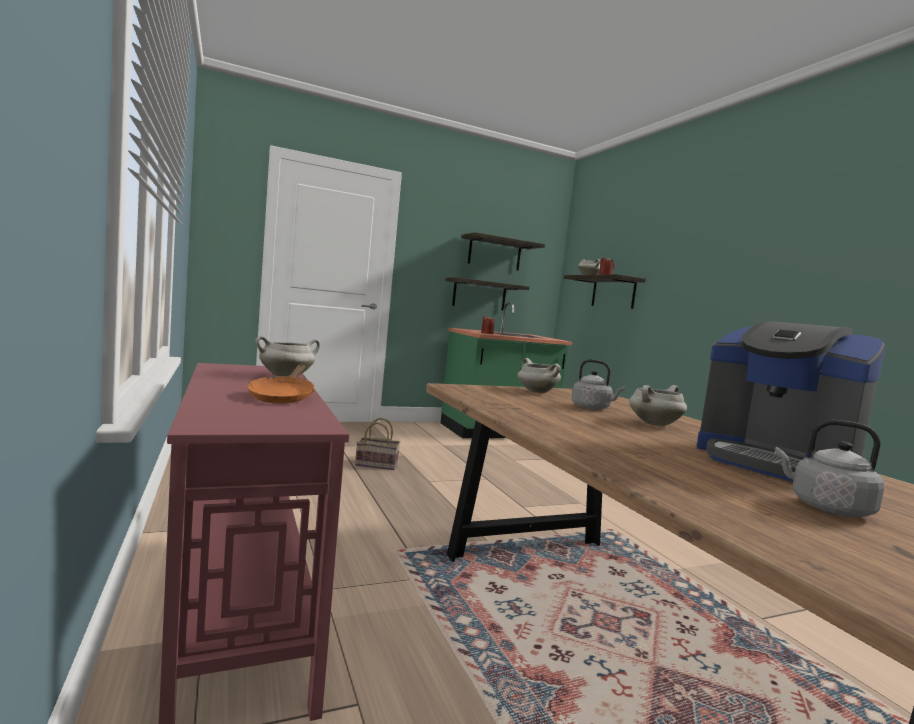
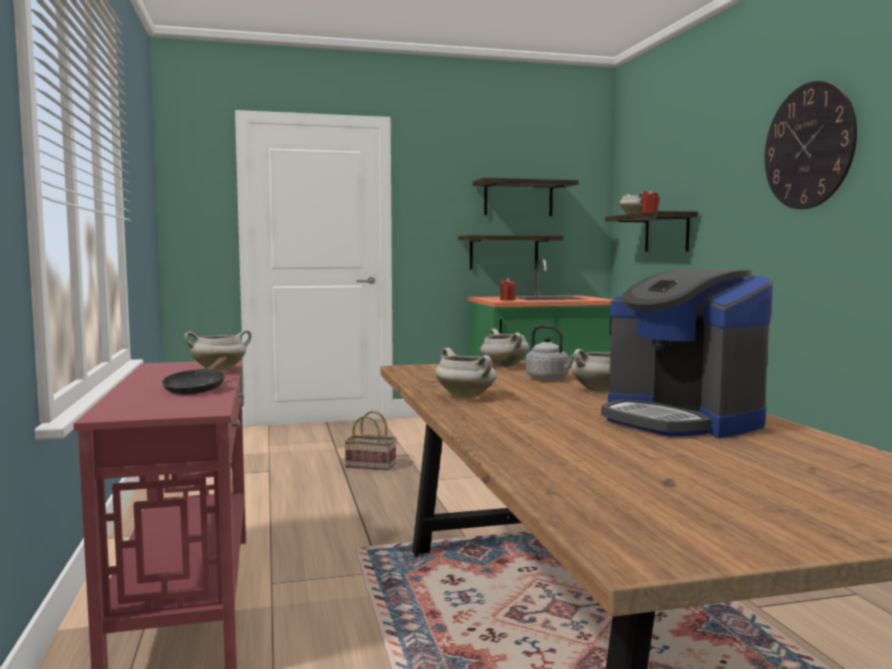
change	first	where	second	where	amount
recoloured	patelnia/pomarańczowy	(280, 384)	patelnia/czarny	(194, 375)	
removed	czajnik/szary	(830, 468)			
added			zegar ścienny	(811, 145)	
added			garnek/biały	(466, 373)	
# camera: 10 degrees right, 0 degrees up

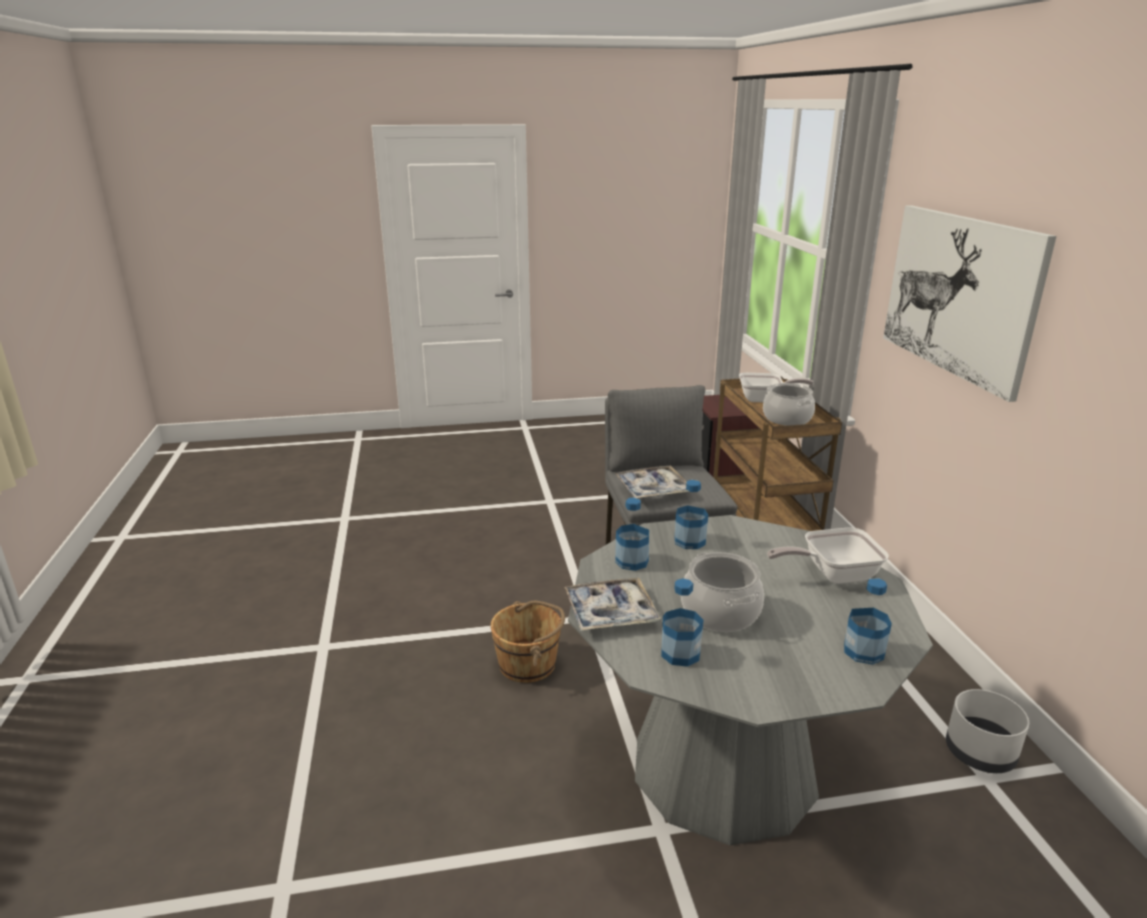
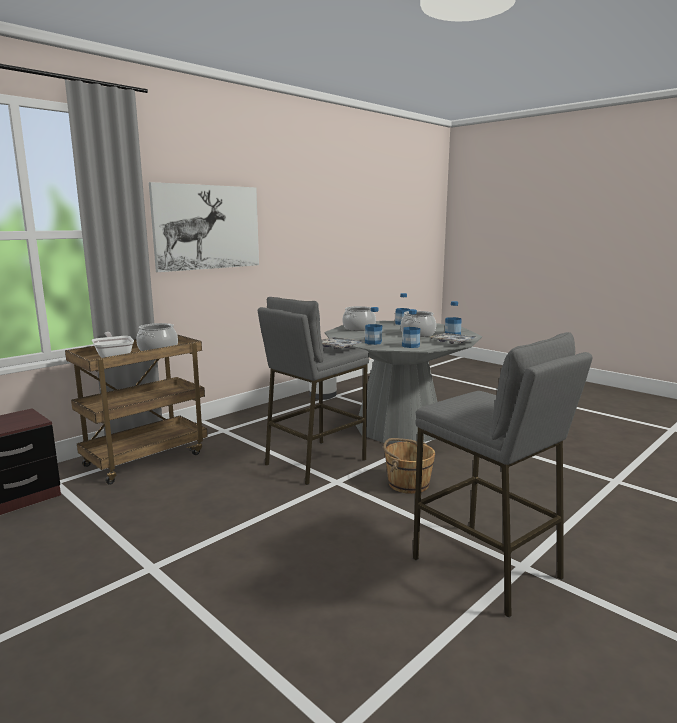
change	first	where	second	where	amount
replaced	patelnia	(828, 556)	garnek	(359, 318)	
added			stołek/szary	(503, 475)	
# camera: 125 degrees left, 10 degrees down

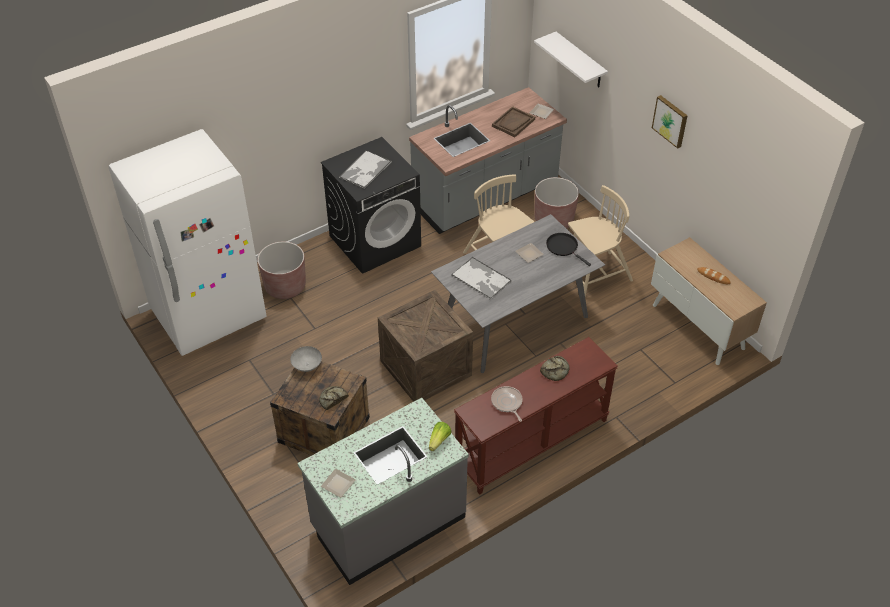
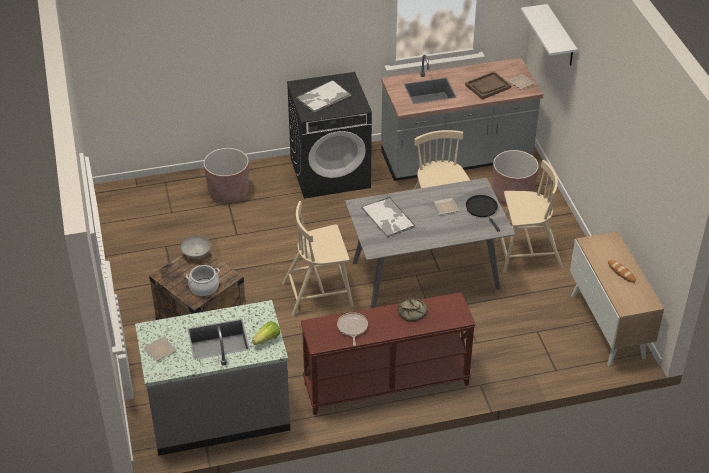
change	first	where	second	where	amount
removed	obraz	(670, 122)			
removed	lodówka/biały	(188, 242)			
replaced	skrzynka	(425, 346)	krzesło/beżowy	(317, 258)	
replaced	chleb	(334, 398)	garnek	(203, 280)	
# camera: 20 degrees right, 5 degrees down

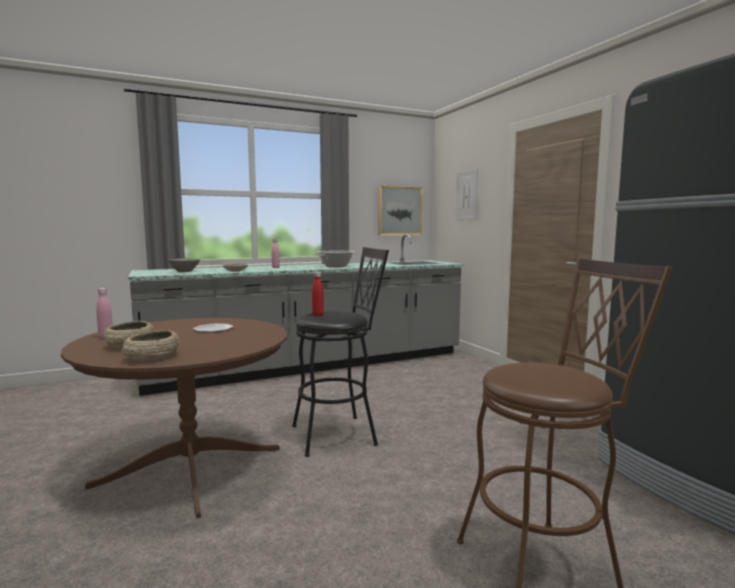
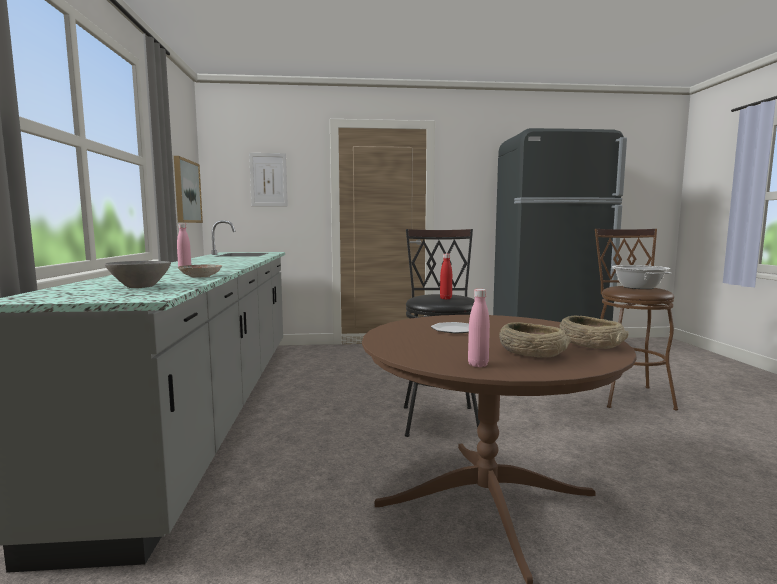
change	first	where	second	where	amount
moved	garnek	(336, 259)		(641, 277)	
# camera: 70 degrees left, 0 degrees up

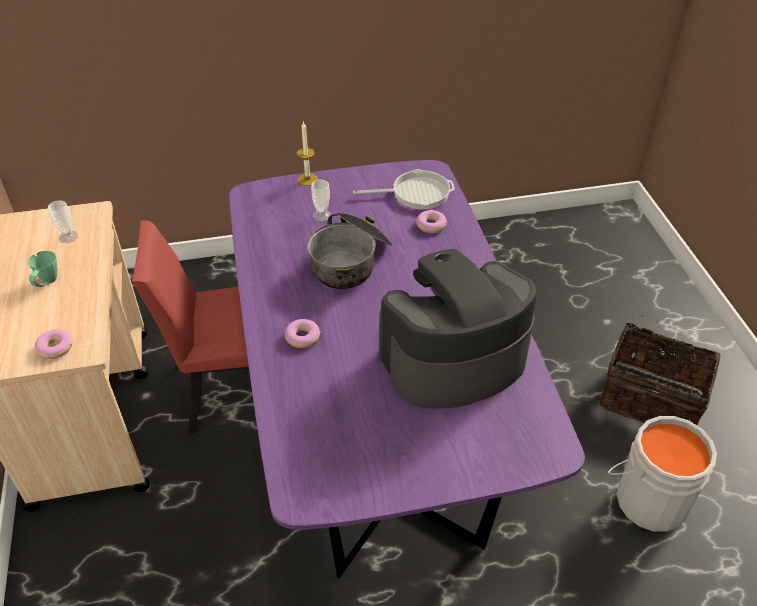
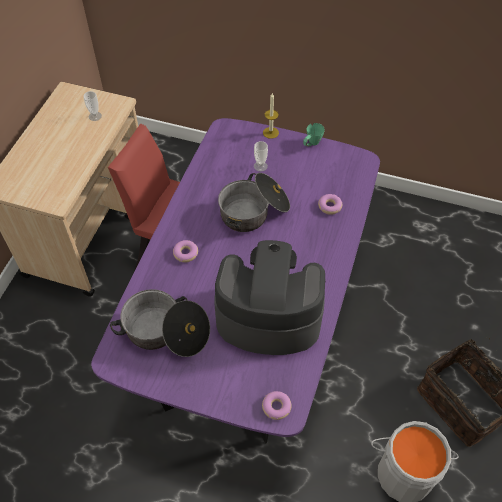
change	first	where	second	where	amount
removed	patelnia	(404, 189)			
moved	kubek/zielony	(42, 269)		(314, 135)	
moved	donut	(53, 344)		(276, 405)	
added			garnek	(160, 323)	
# camera: 30 degrees right, 10 degrees up

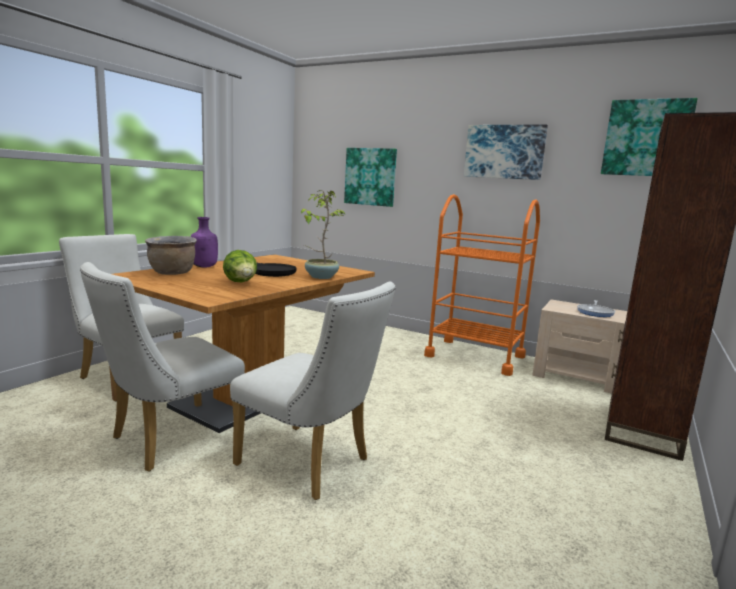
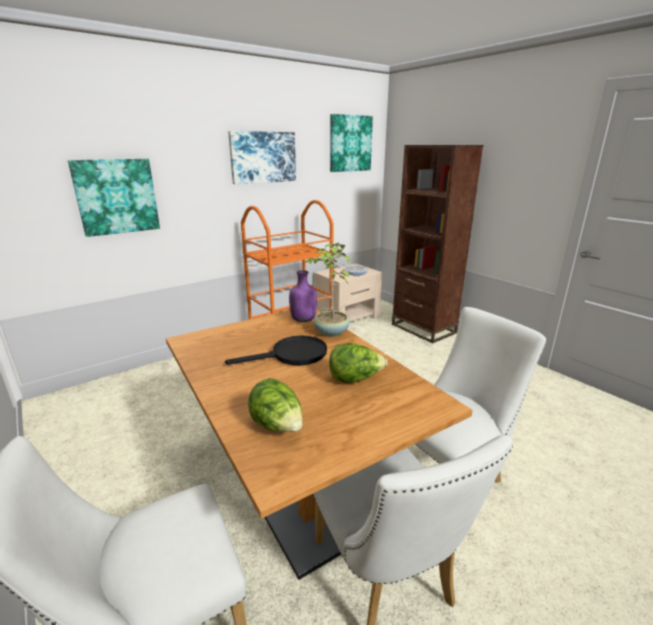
change	first	where	second	where	amount
moved	butelka/fioletowy	(204, 242)		(303, 296)	
replaced	garnek/brązowy	(171, 255)	sałata	(275, 405)	
# camera: 65 degrees left, 10 degrees up

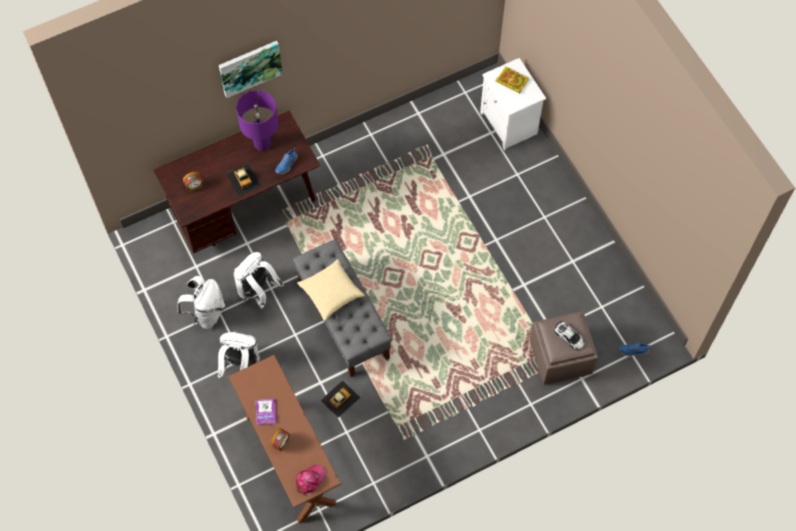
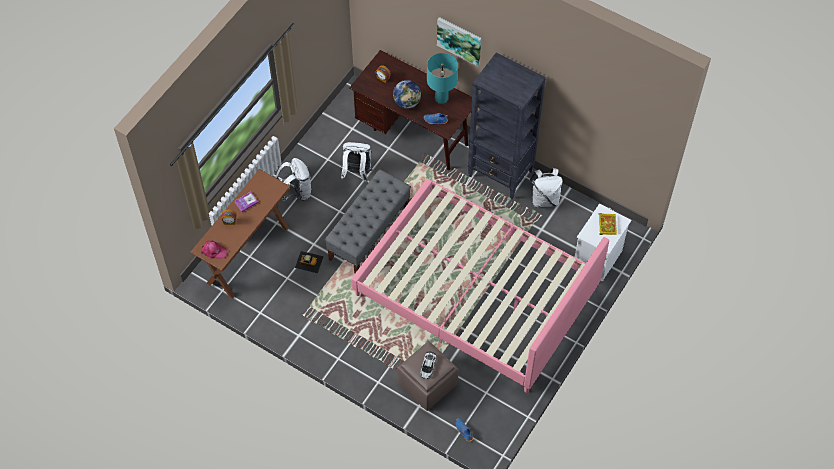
change	first	where	second	where	amount
recoloured	lampa stołowa/fioletowy	(257, 120)	lampa stołowa/turkusowy	(442, 78)	
replaced	samochodzik	(244, 180)	globus	(407, 94)	
removed	poduszka	(331, 290)			
moved	plecak/biały	(201, 302)		(546, 187)	
added			regał/czarny	(507, 126)	
added			łóżko/różowy	(480, 286)	
# camera: 60 degrees right, 5 degrees down

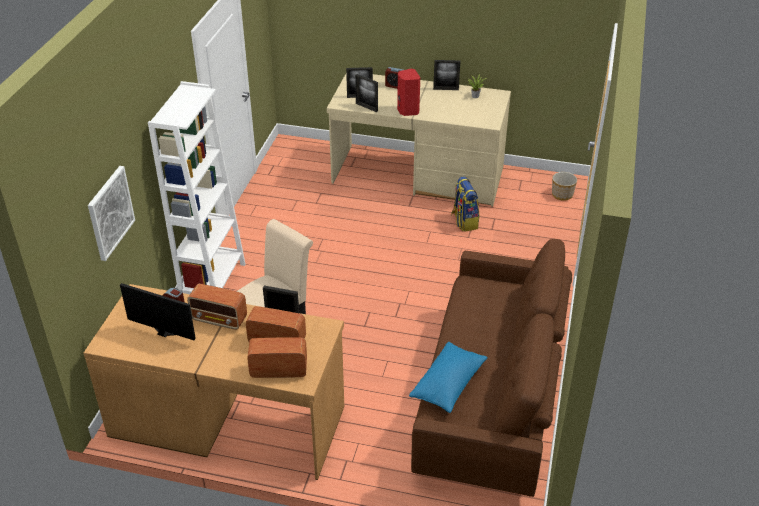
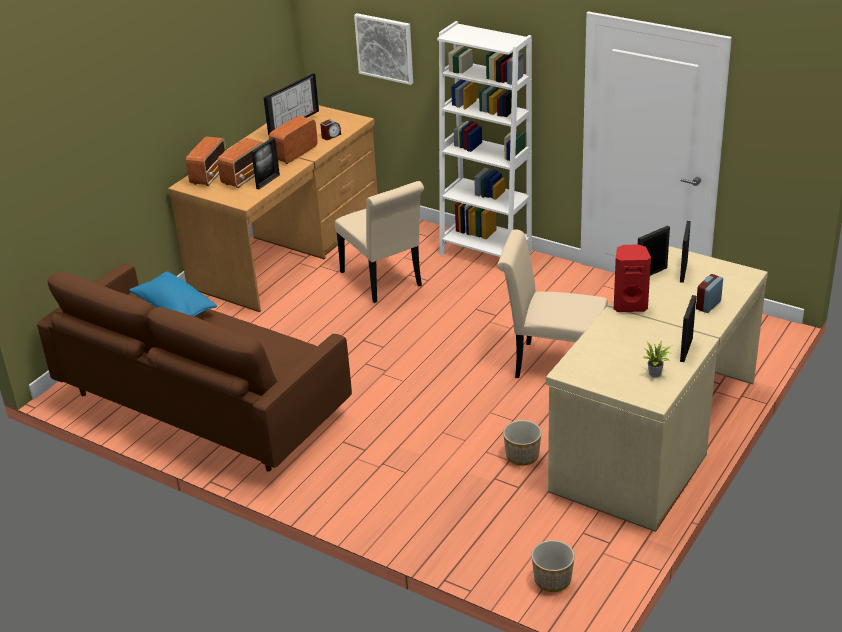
change	first	where	second	where	amount
replaced	plecak	(465, 204)	donica	(522, 443)	
added			krzesło/beżowy	(552, 303)	
# camera: 110 degrees right, 5 degrees down

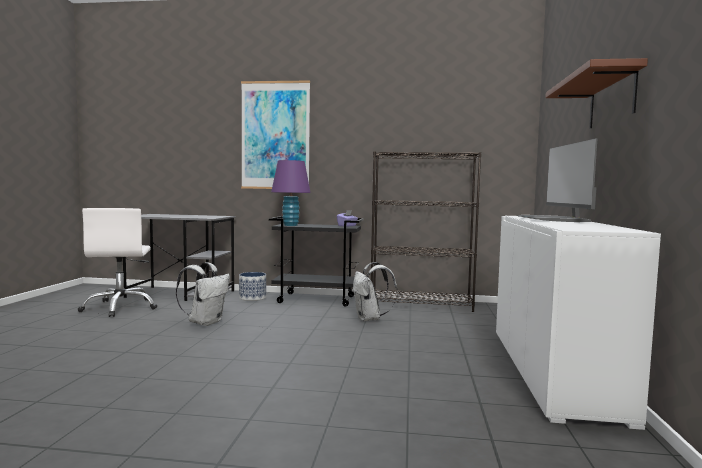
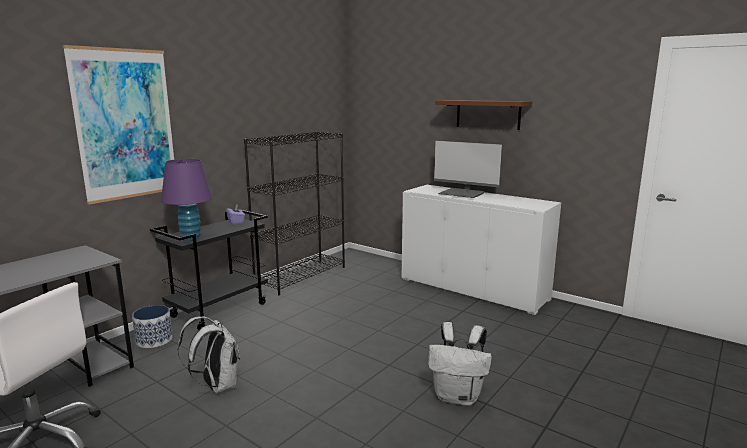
change	first	where	second	where	amount
moved	plecak/biały	(375, 291)		(460, 364)	
# camera: 60 degrees left, 10 degrees up

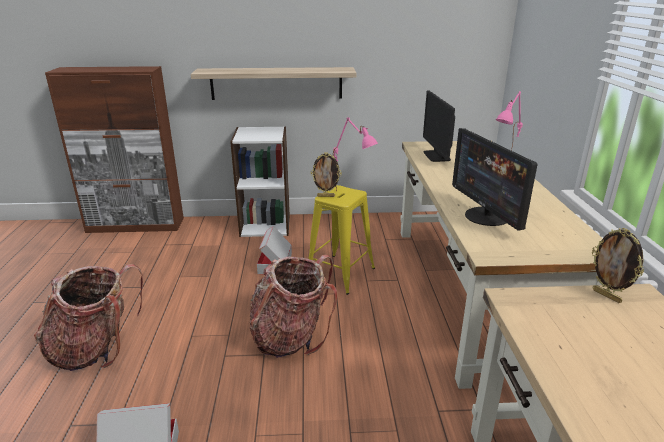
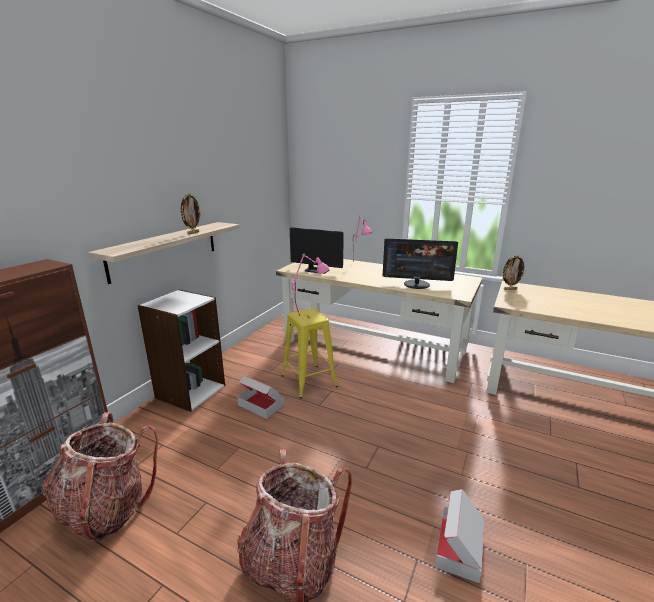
change	first	where	second	where	amount
moved	ramka na zdjęcie	(326, 175)		(191, 214)	
moved	plecak	(293, 306)		(100, 476)	
# camera: 60 degrees left, 5 degrees down

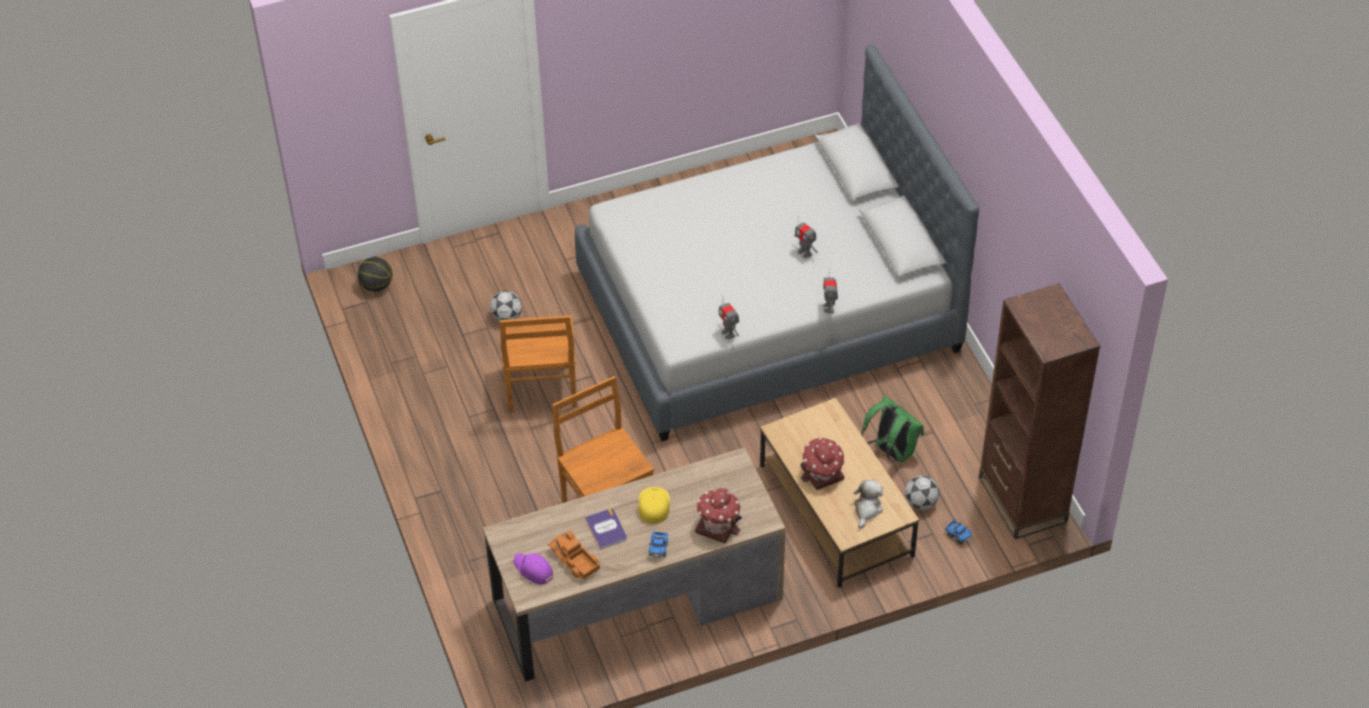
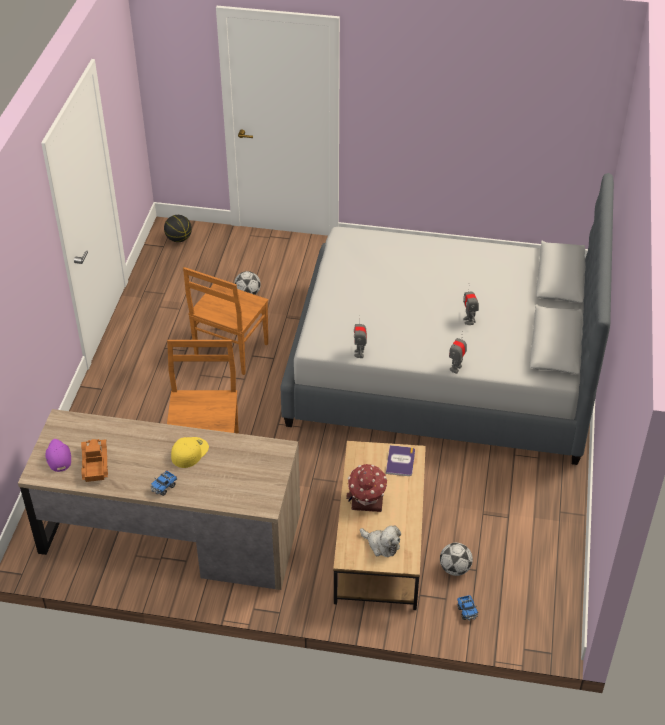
change	first	where	second	where	amount
removed	regał/brązowy	(1039, 411)			
removed	plecak/zielony	(892, 429)			
turned	pluszak	(868, 504)		(380, 541)	75 degrees clockwise
removed	domek	(718, 515)			
moved	książka	(606, 529)		(400, 460)	
# camera: 30 degrees right, 5 degrees down

